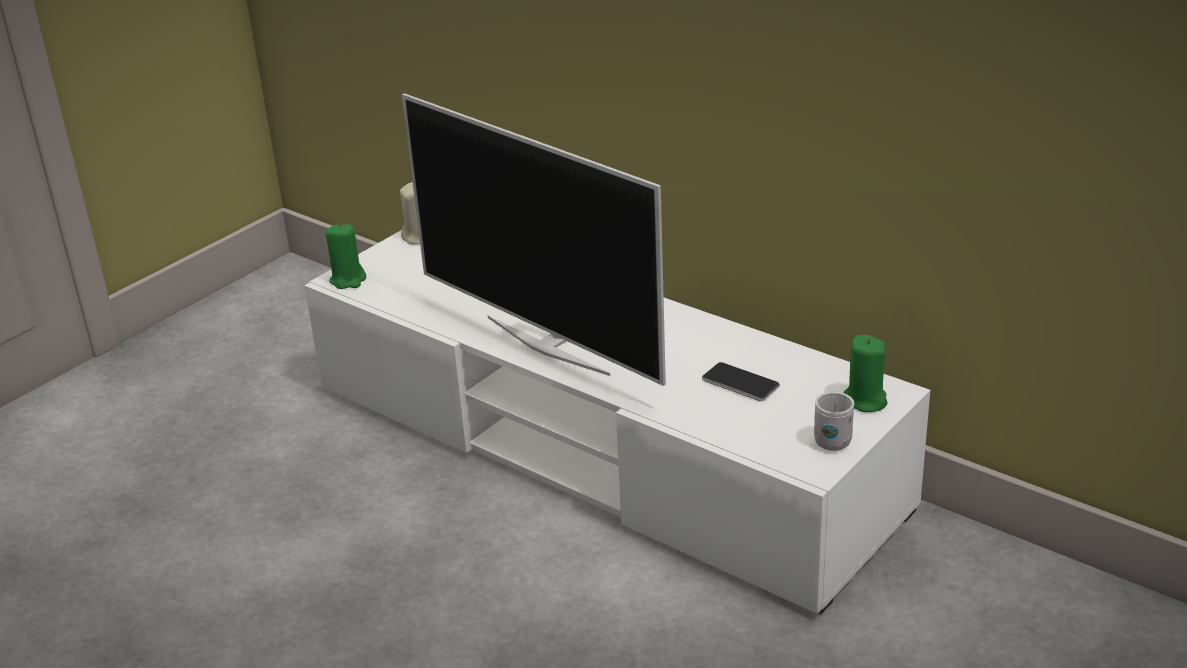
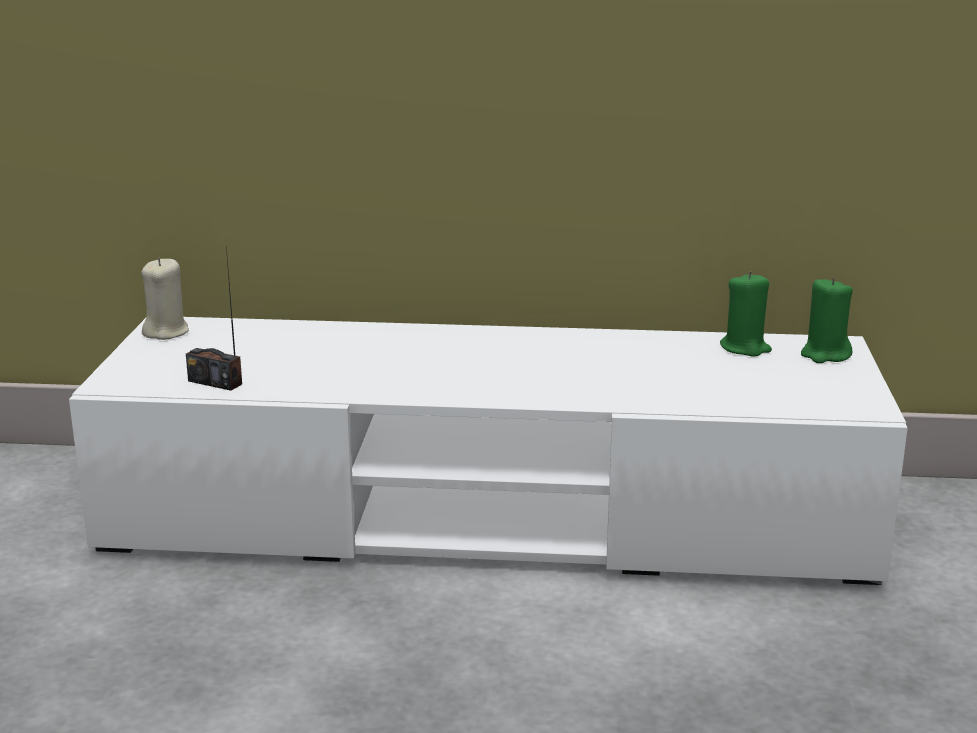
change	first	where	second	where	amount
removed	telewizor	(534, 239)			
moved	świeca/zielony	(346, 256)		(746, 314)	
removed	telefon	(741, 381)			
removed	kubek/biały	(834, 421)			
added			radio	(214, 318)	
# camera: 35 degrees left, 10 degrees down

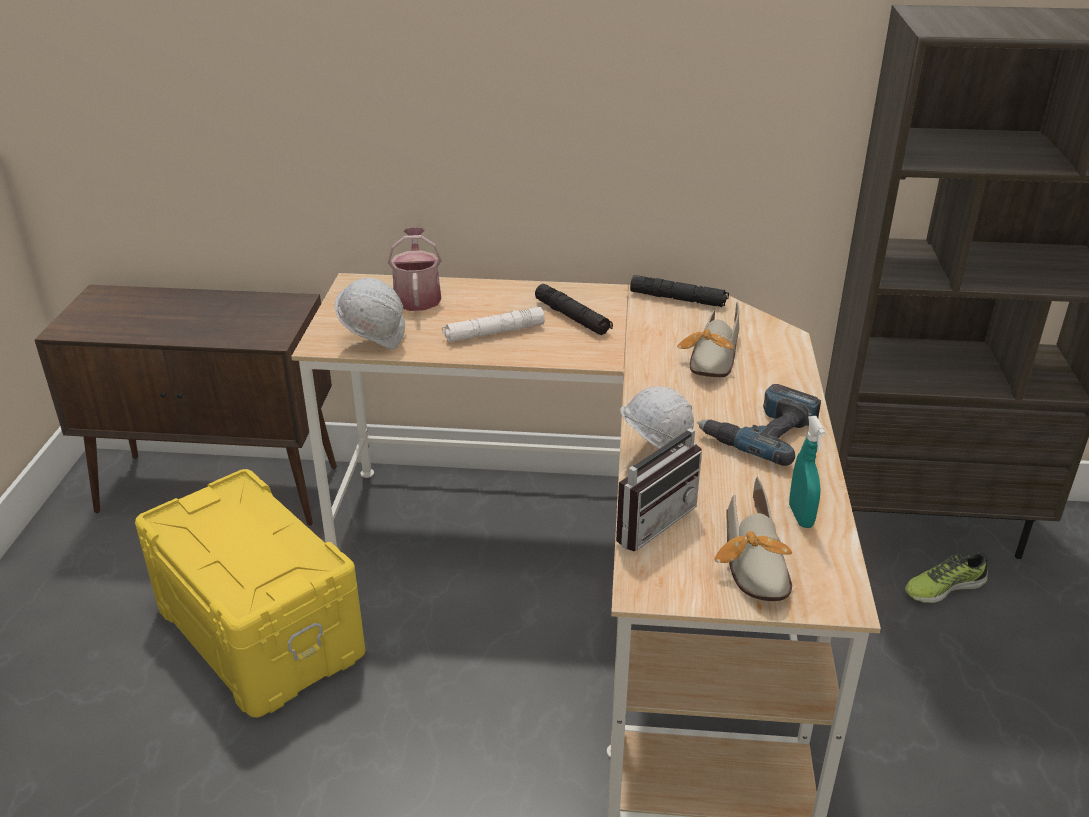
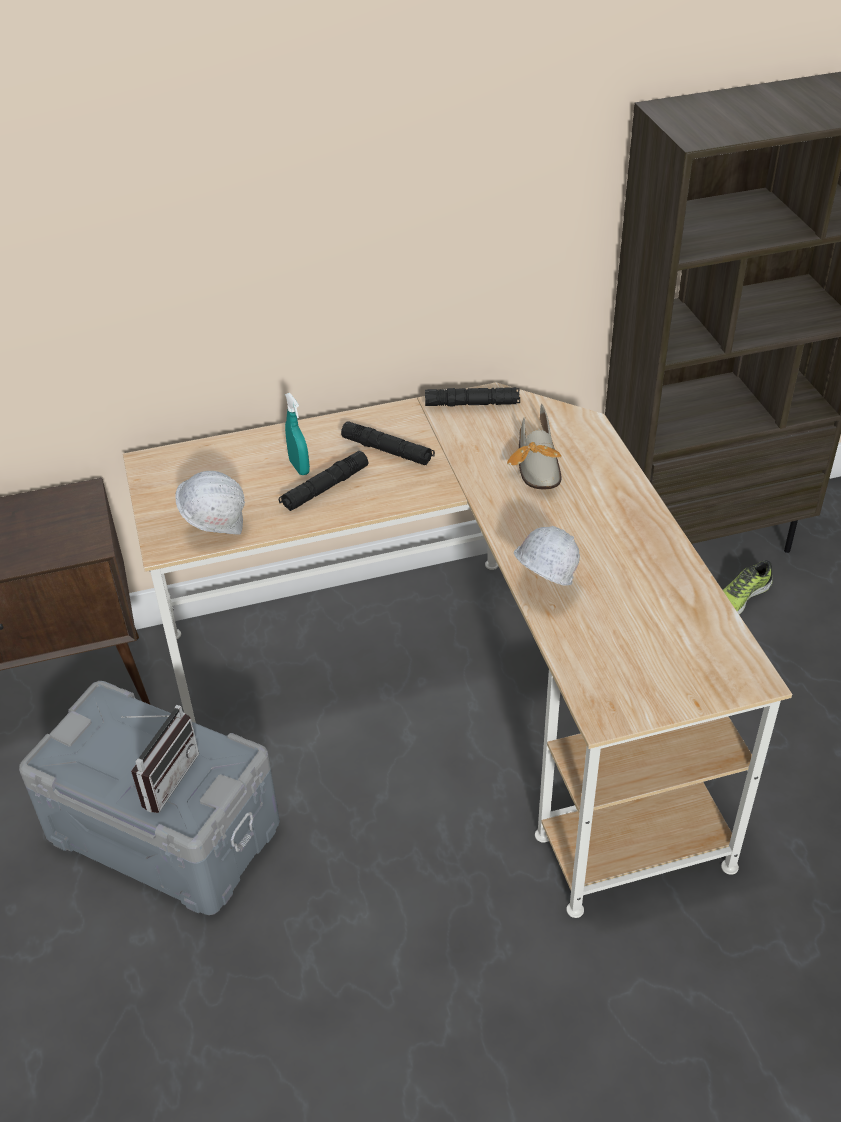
change	first	where	second	where	amount
removed	konewka	(415, 269)			
recoloured	latarka/biały	(493, 324)	latarka/czarny	(324, 481)	
removed	wiertarka	(759, 425)			
moved	radio	(659, 483)		(160, 759)	
moved	spryskiwacz/turkusowy	(807, 472)		(297, 434)	
recoloured	pojemnik do przechowywania/żółty	(250, 593)	pojemnik do przechowywania/szary	(149, 798)	
removed	but	(753, 539)			
# camera: 20 degrees left, 10 degrees up

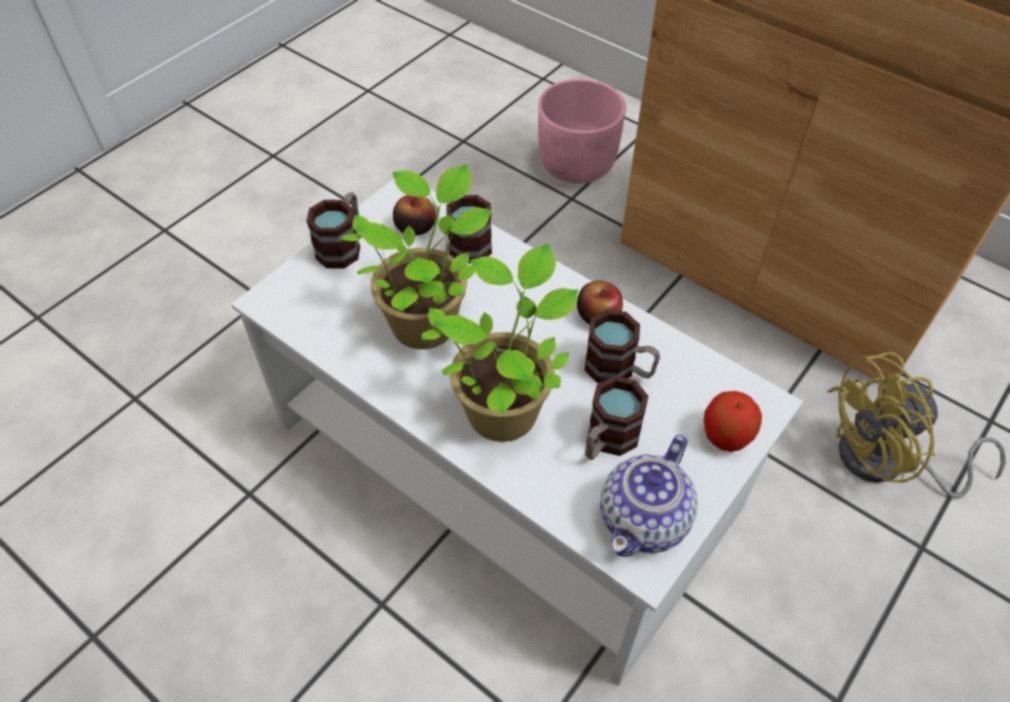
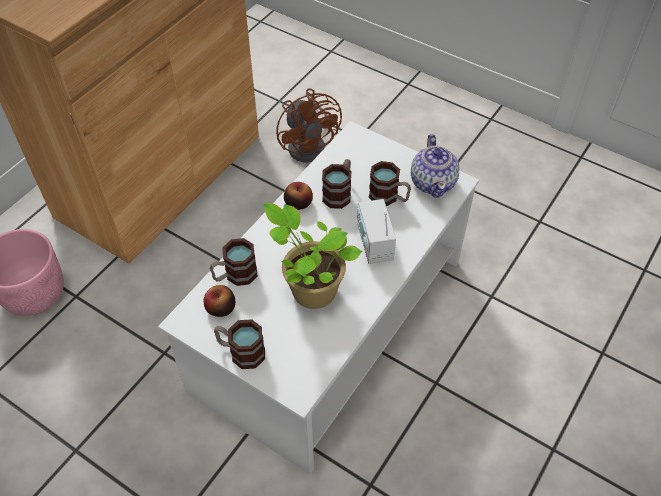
change	first	where	second	where	amount
replaced	roślina doniczkowa	(500, 343)	radio	(376, 231)	
recoloured	wentylator/żółty	(916, 425)	wentylator/brązowy	(309, 125)	
removed	jabłko	(733, 421)			
turned	imbryk	(648, 496)		(435, 166)	60 degrees clockwise
# camera: 95 degrees left, 0 degrees up

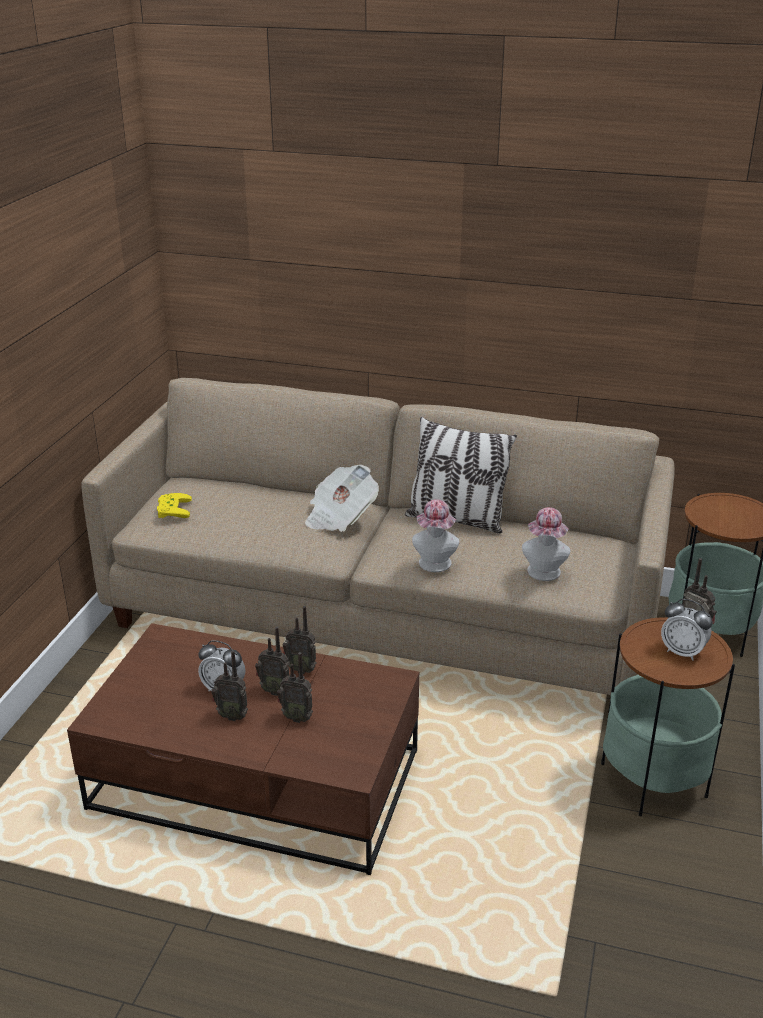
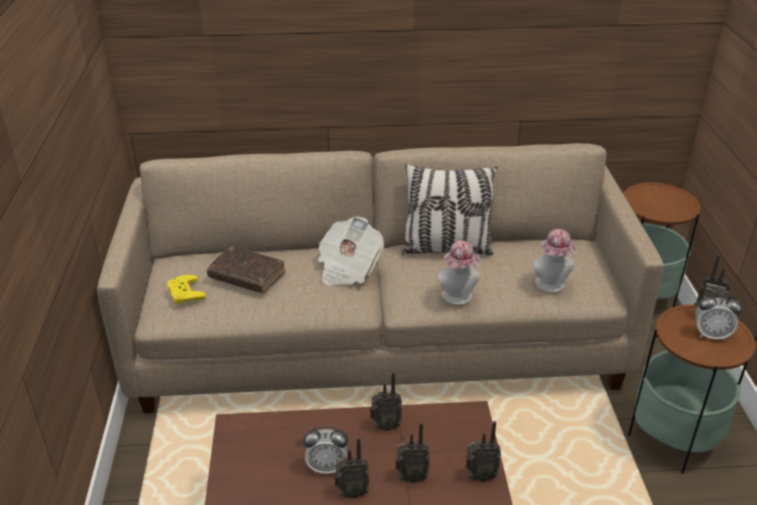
change	first	where	second	where	amount
moved	radio	(272, 661)		(483, 451)	
added			książka/brązowy	(246, 269)	
# camera: 20 degrees left, 5 degrees up

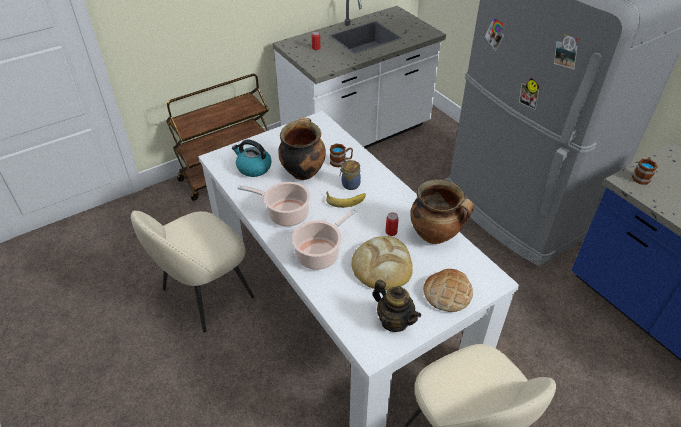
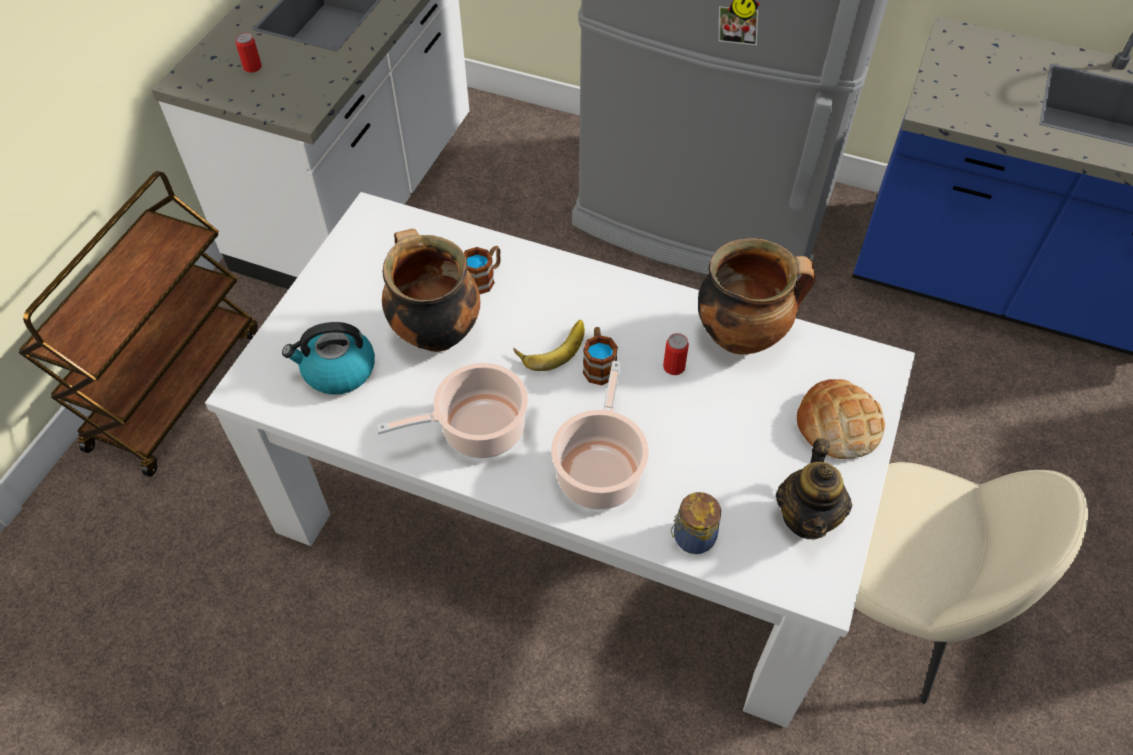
change	first	where	second	where	amount
moved	kubek	(645, 171)		(600, 356)	
moved	słoik	(350, 175)		(696, 523)	
removed	krzesło/beżowy	(192, 272)			
removed	chleb	(382, 263)			
turned	imbryk	(397, 306)		(814, 488)	90 degrees clockwise
# camera: 35 degrees left, 10 degrees up

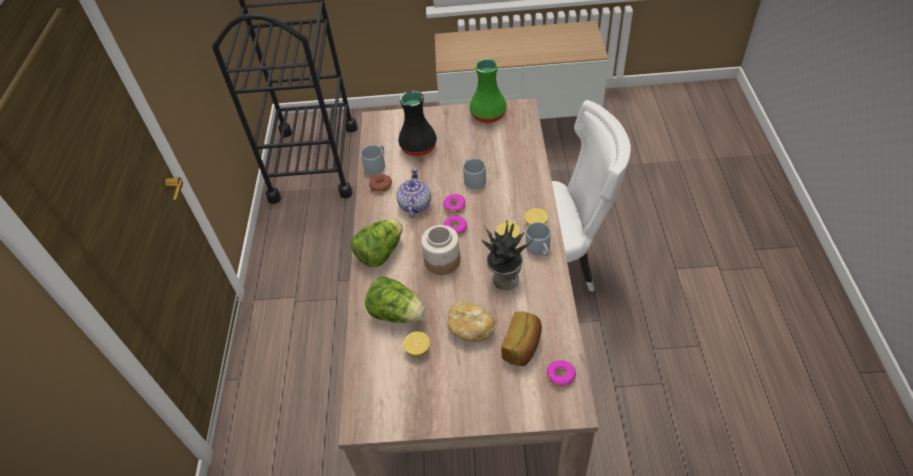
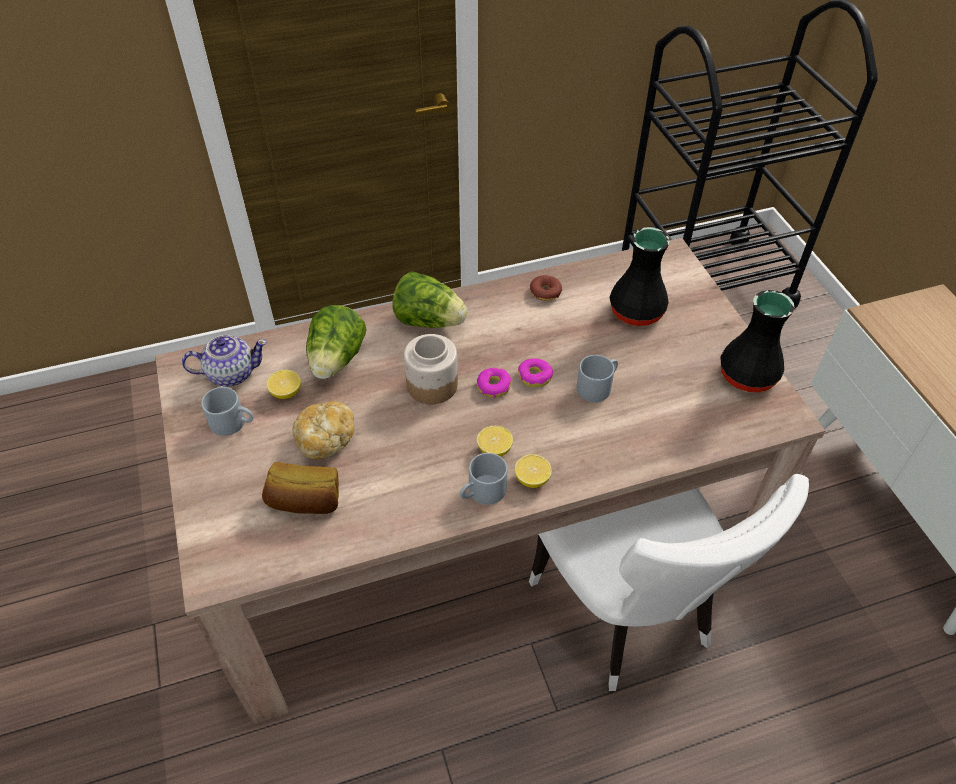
change	first	where	second	where	amount
recoloured	wazon/zielony	(488, 90)	wazon/czarny	(757, 341)	
moved	kubek/szary	(373, 160)		(227, 411)	
moved	imbryk	(413, 193)		(224, 360)	
removed	roślina doniczkowa	(507, 255)			
removed	donut	(561, 373)			
# camera: 70 degrees right, 0 degrees up

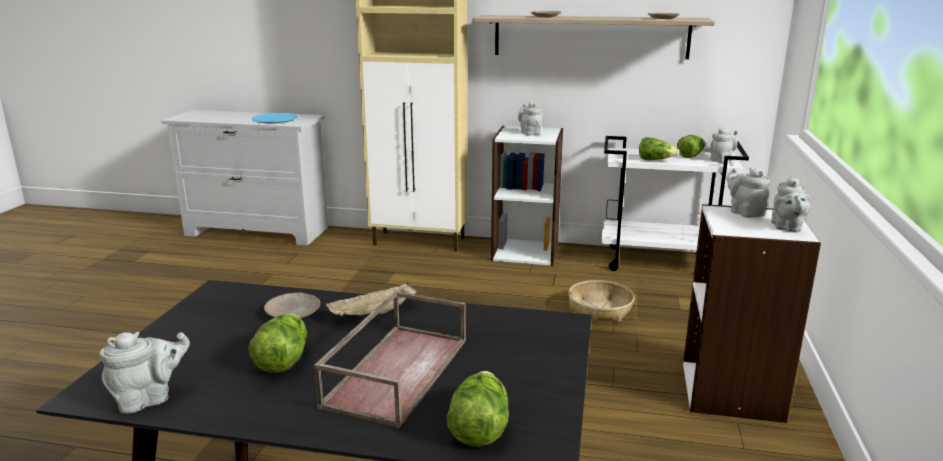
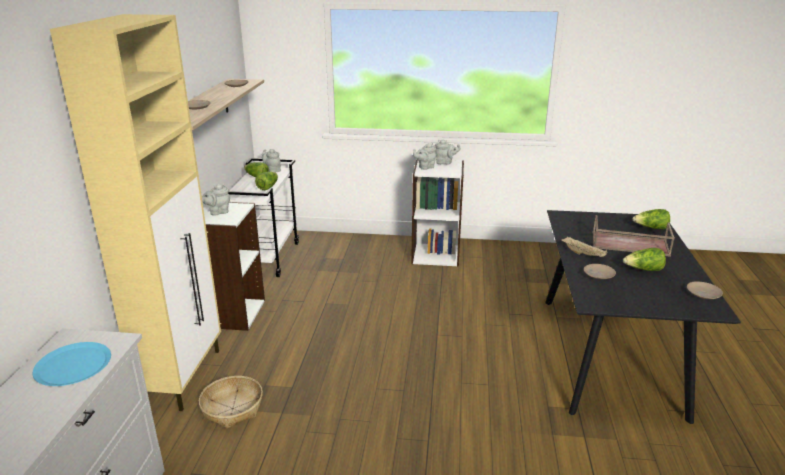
change	first	where	second	where	amount
moved	koszyk	(601, 301)		(231, 402)	
replaced	imbryk/szary	(144, 373)	talerz/beżowy	(705, 290)	
# camera: 95 degrees left, 5 degrees up

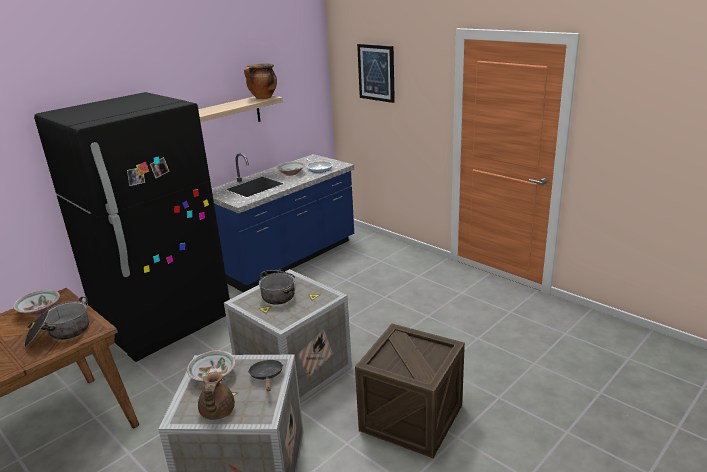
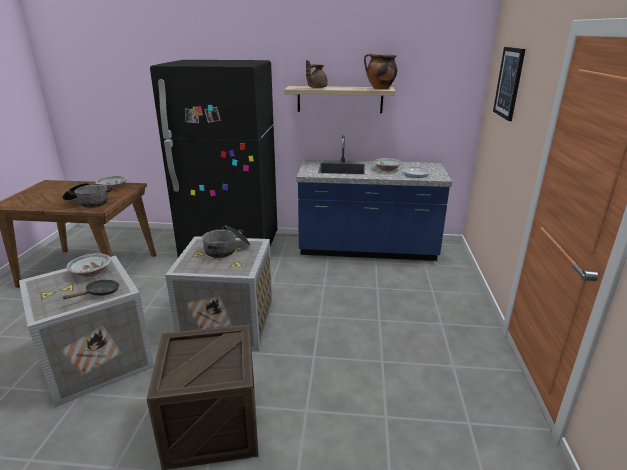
change	first	where	second	where	amount
moved	imbryk/brązowy	(216, 396)		(317, 74)	
# camera: 50 degrees right, 0 degrees up

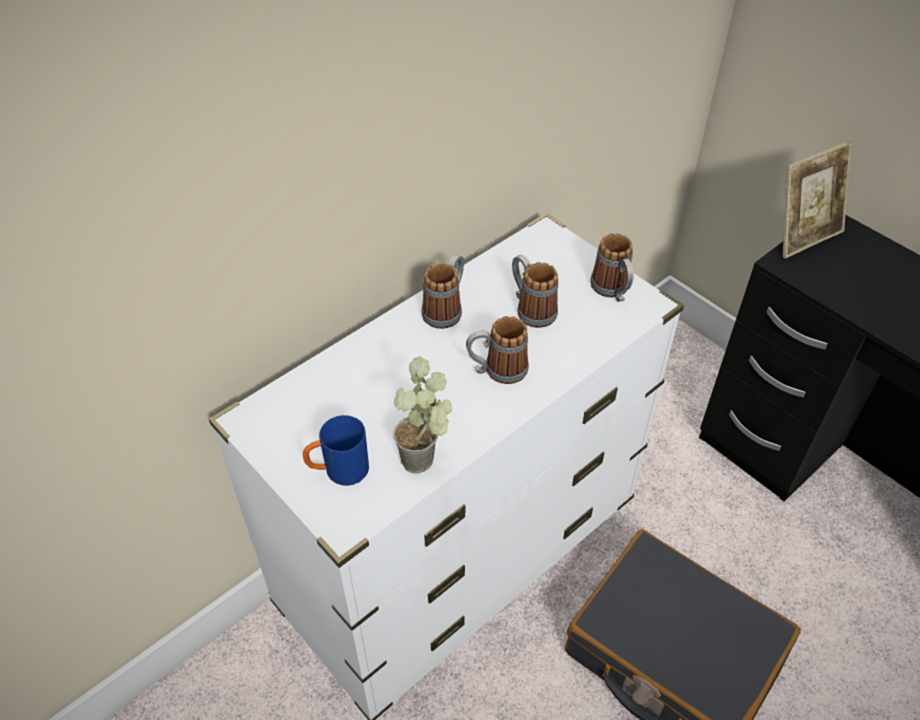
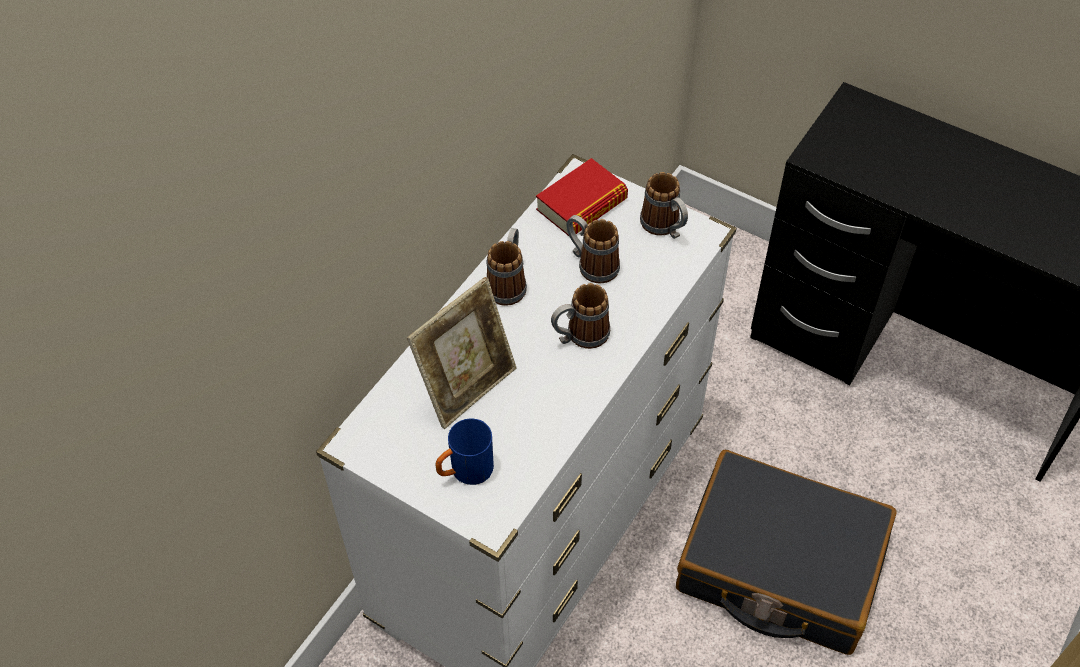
change	first	where	second	where	amount
moved	ramka na zdjęcie	(817, 200)		(462, 353)	
removed	roślina doniczkowa	(422, 415)			
added			książka	(582, 197)	
# camera: 15 degrees left, 5 degrees up

